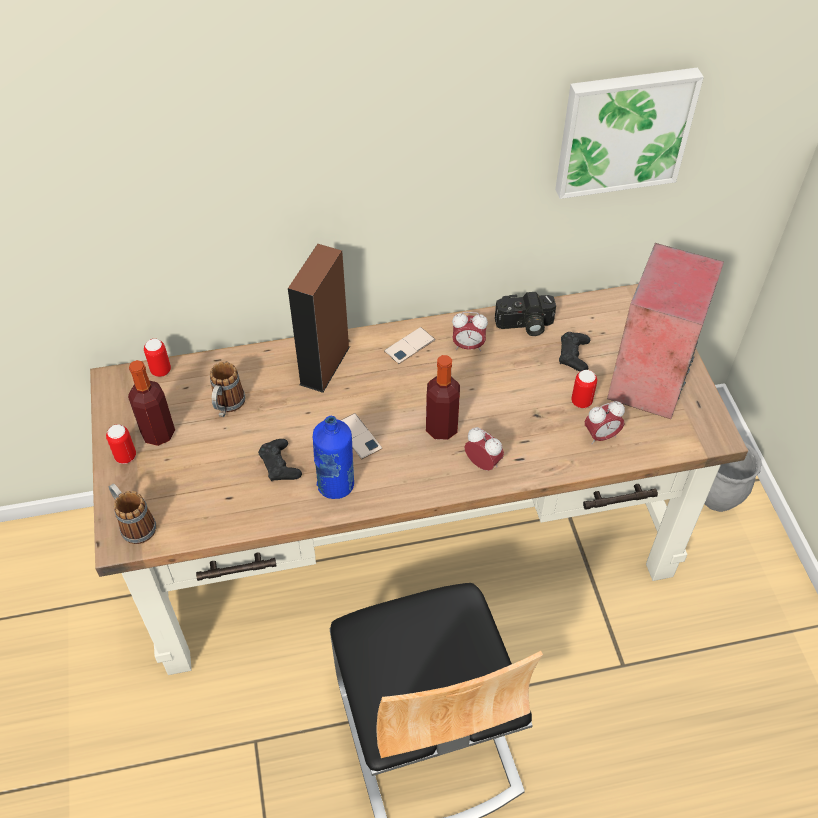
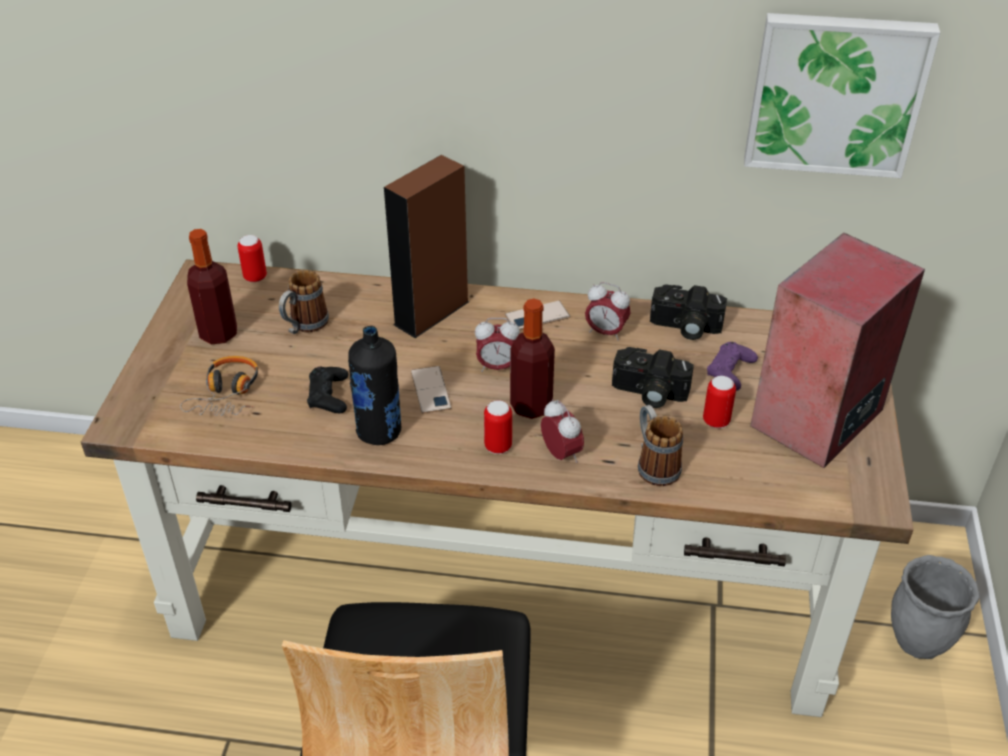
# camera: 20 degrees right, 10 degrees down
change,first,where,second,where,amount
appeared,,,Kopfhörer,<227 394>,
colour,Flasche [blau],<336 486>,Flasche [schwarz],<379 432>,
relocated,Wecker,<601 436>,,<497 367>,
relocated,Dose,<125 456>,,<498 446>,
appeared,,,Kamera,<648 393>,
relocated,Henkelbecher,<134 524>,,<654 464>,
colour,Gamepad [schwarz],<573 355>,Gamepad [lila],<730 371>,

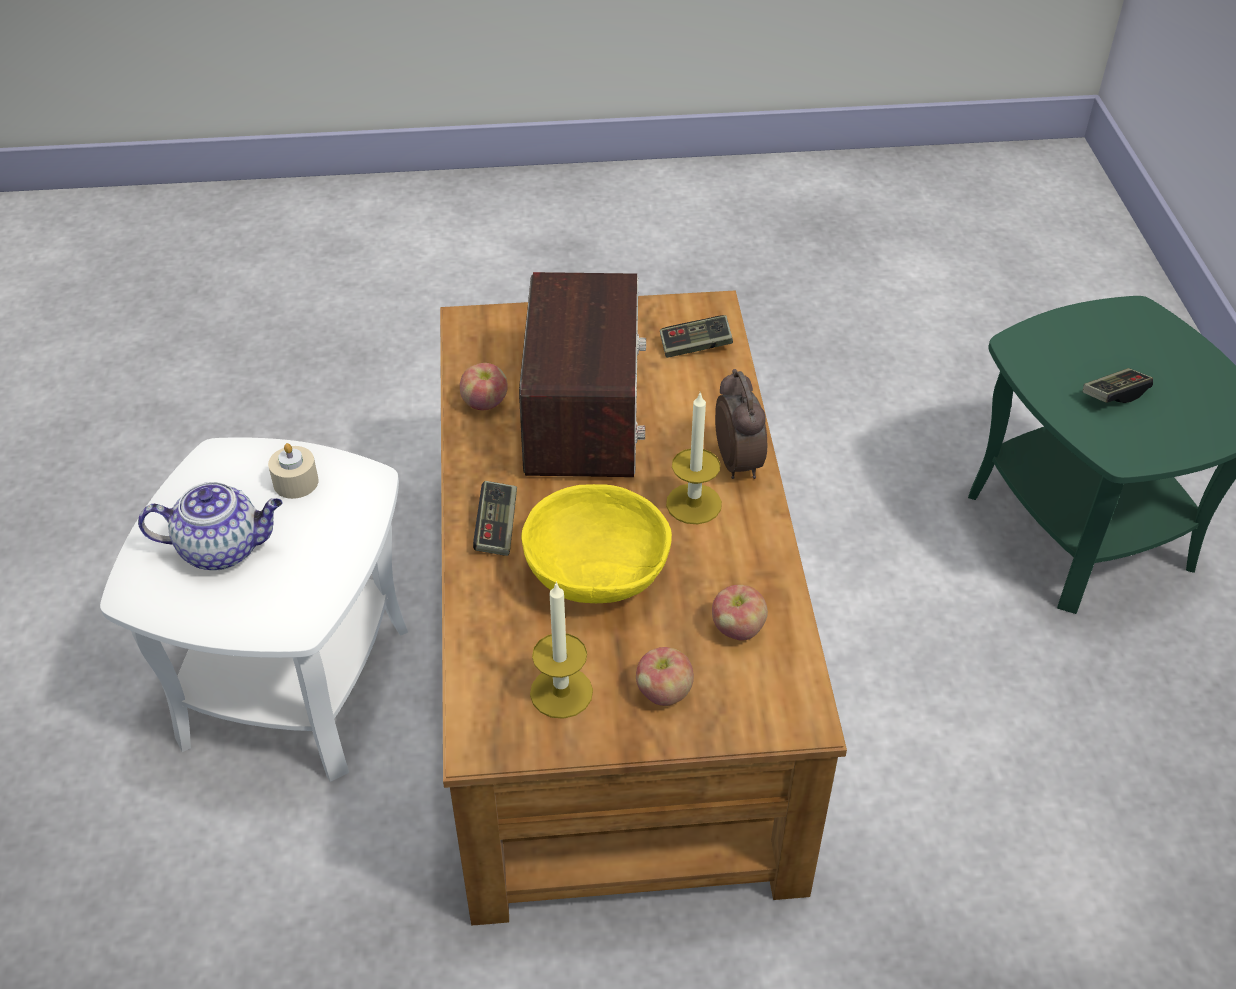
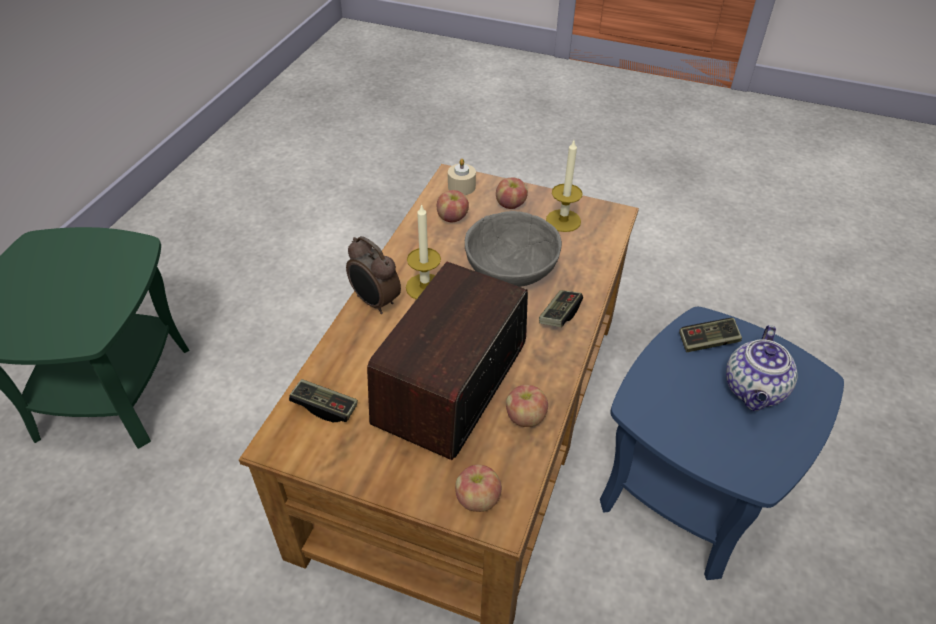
# camera: 155 degrees left, 0 degrees up
change,first,where,second,where,amount
spun,Wecker,<739 462>,,<375 302>,60 degrees counterclockwise
relocated,Kerze [beige],<296 482>,,<461 187>,
appeared,,,Apfel,<477 499>,
colour,Schüssel [gelb],<595 572>,Schüssel [grau],<512 269>,
colour,Beistelltisch [weiß],<294 682>,Beistelltisch [blau],<688 492>,
relocated,Gamepad,<1114 395>,,<707 342>,
spun,Teekanne,<223 548>,,<754 391>,90 degrees counterclockwise

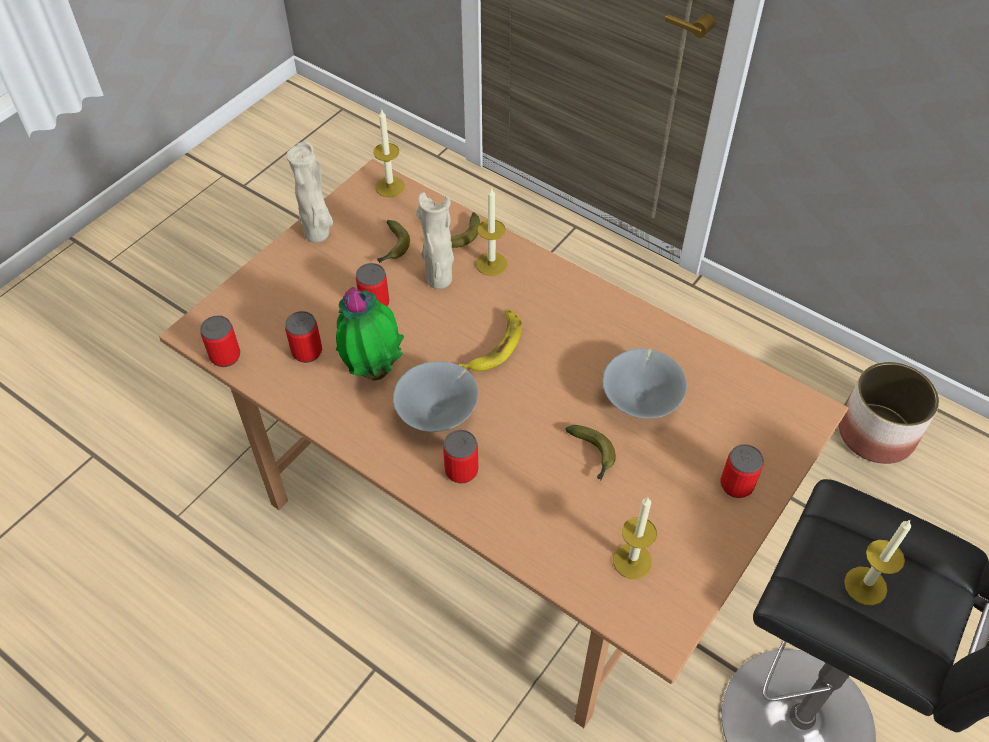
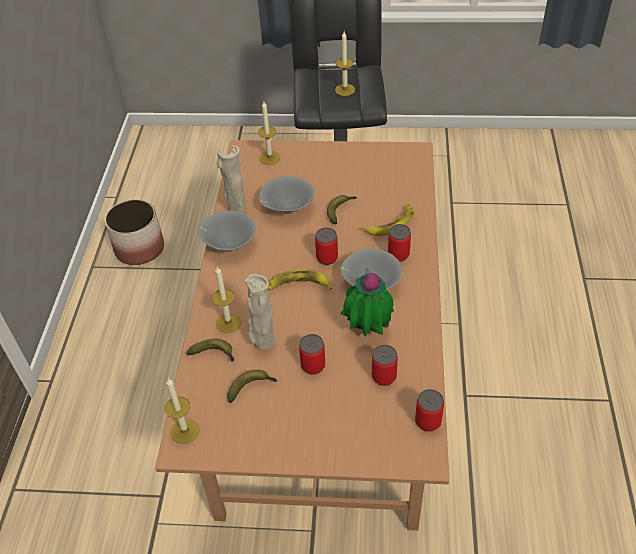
# camera: 120 degrees left, 5 degrees down
change,first,where,second,where,amount
appeared,,,Schüssel [grau],<228 244>,
relocated,Vase [beige],<318 234>,,<237 210>,
relocated,Kerze,<632 561>,,<269 158>,
relocated,Dose,<736 485>,,<327 258>,
appeared,,,Banane,<390 223>,

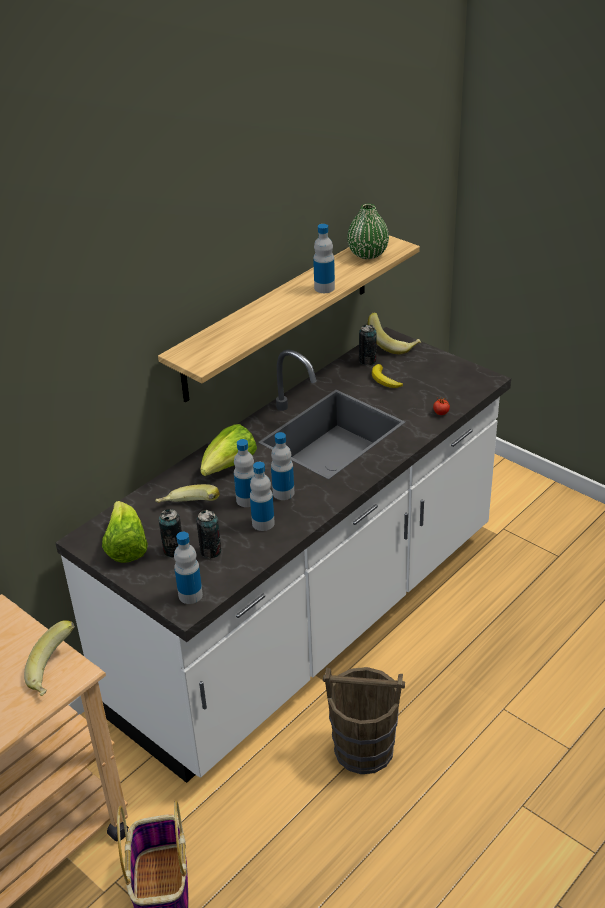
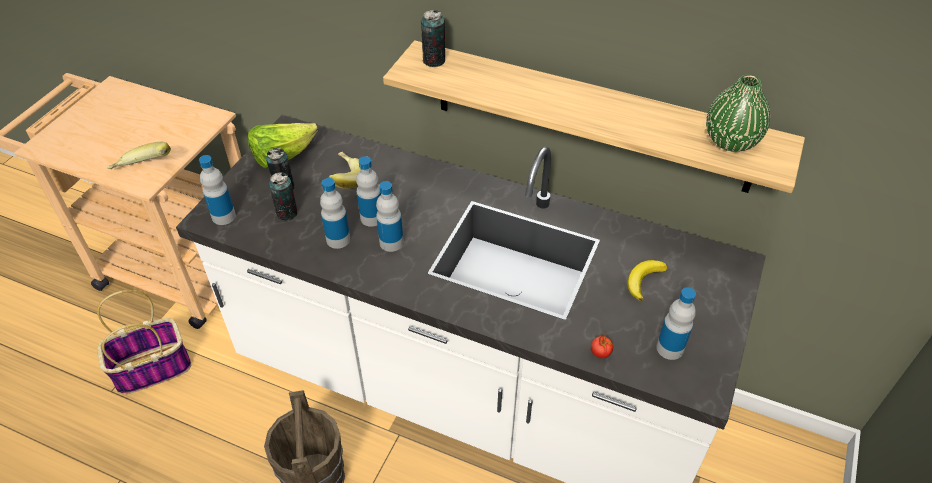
# camera: 70 degrees right, 10 degrees up
change,first,where,second,where,amount
relocated,Dose,<367 361>,,<434 60>,
relocated,Flasche,<324 288>,,<670 348>,
missing,Salatkopf,<229 467>,,,
missing,Banane,<393 345>,,,

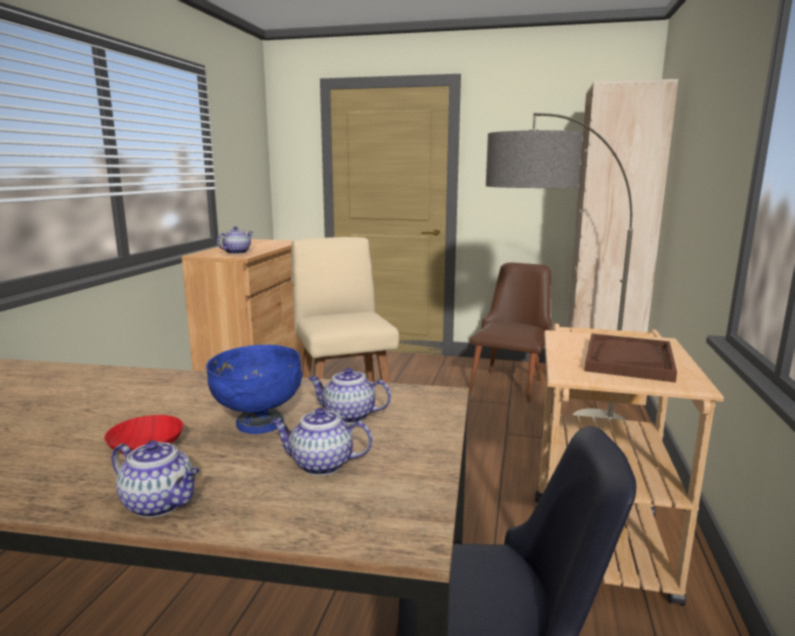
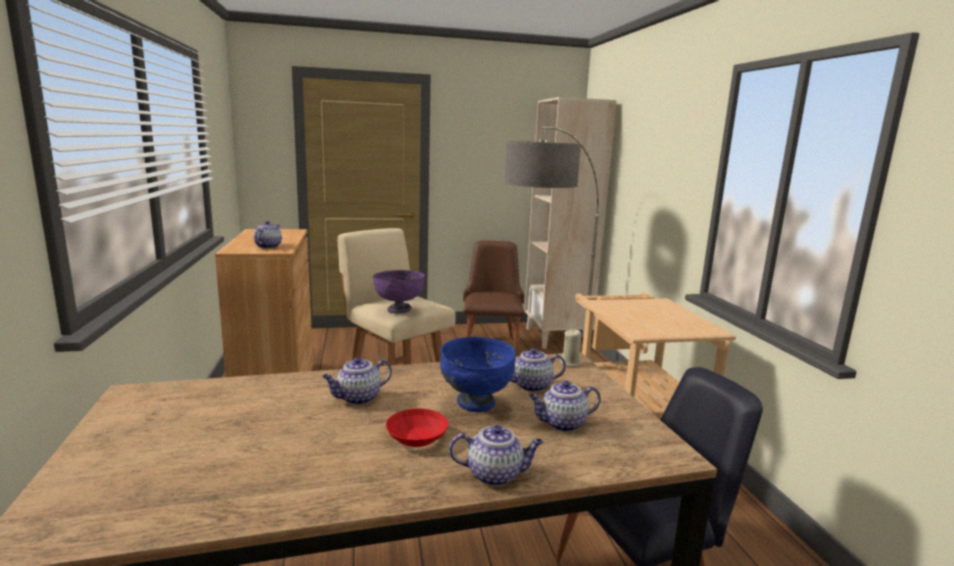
# camera: 25 degrees left, 0 degrees up
change,first,where,second,where,amount
appeared,,,Teekanne,<358 398>,
appeared,,,Schüssel [lila],<399 310>,
appeared,,,Kerze [beige],<570 363>,
missing,Tablett [braun],<628 360>,,,

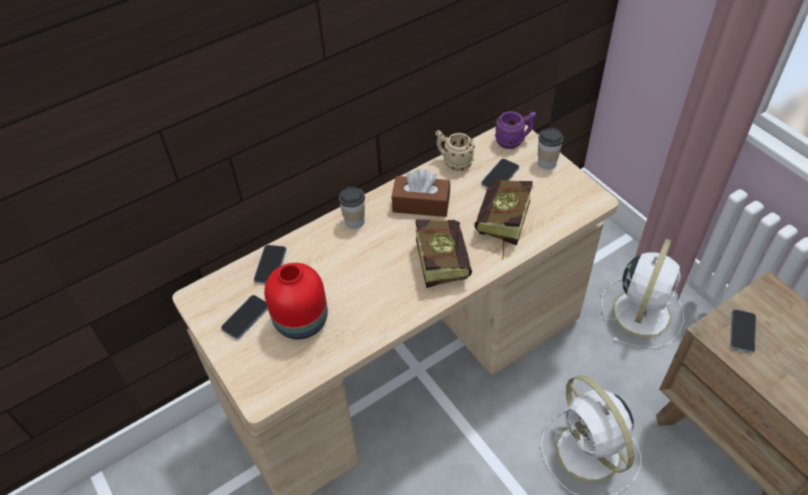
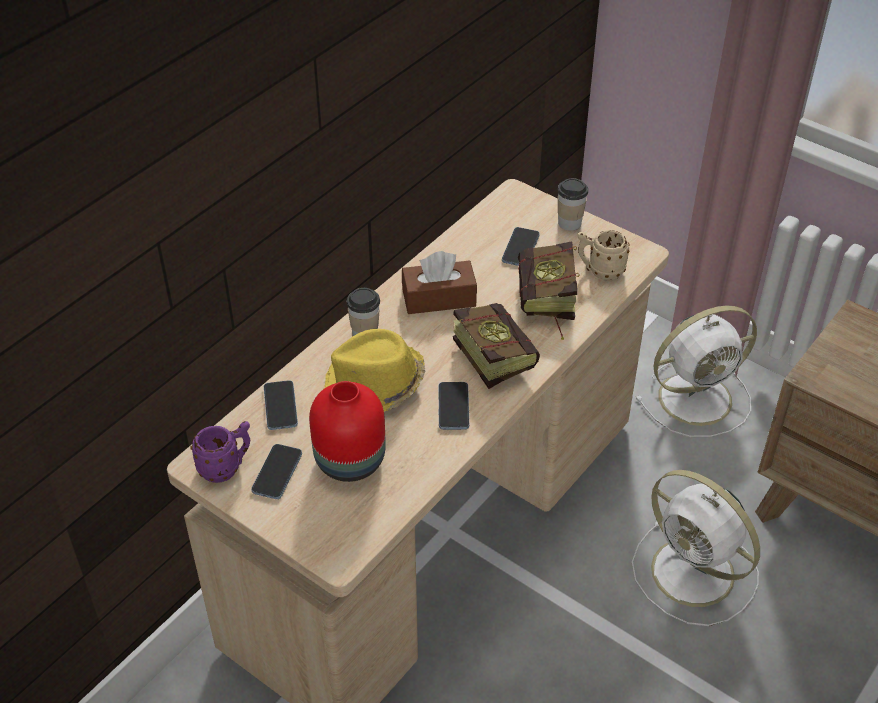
# camera: 20 degrees left, 5 degrees down
change,first,where,second,where,amount
relocated,Henkelbecher [lila],<513 141>,,<226 467>,
appeared,,,Hut [gelb],<375 385>,
relocated,Handy,<742 331>,,<453 407>,
relocated,Henkelbecher [beige],<453 162>,,<600 270>,
spun,Ventilator [weiß],<641 311>,,<698 397>,60 degrees clockwise

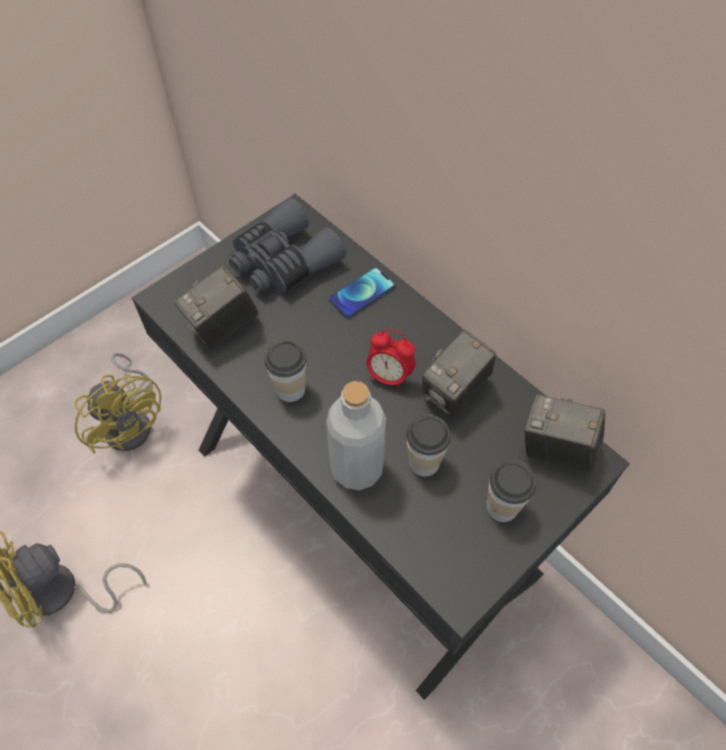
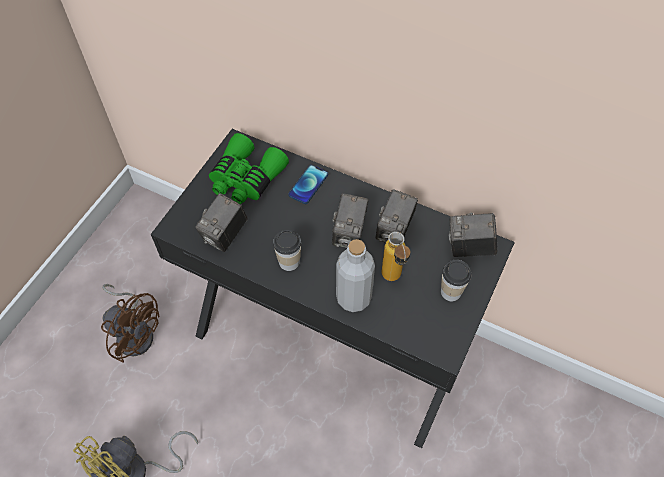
# camera: 20 degrees left, 0 degrees up
change,first,where,second,where,amount
colour,Ventilator [gelb],<132 422>,Ventilator [braun],<135 332>,
colour,Fernglas [grau],<283 262>,Fernglas [grün],<246 178>,
exchanged,Wecker,<389 376>,Kamera,<349 234>,
exchanged,Tasse,<424 461>,Flasche,<393 280>,

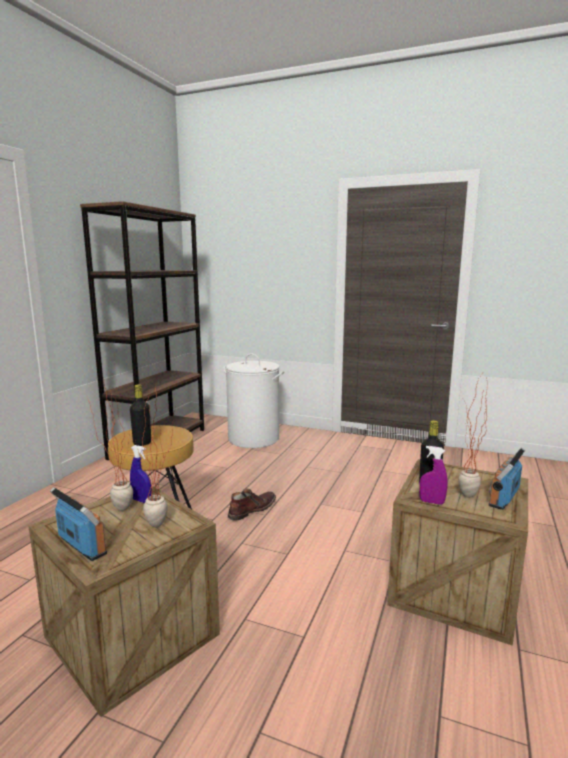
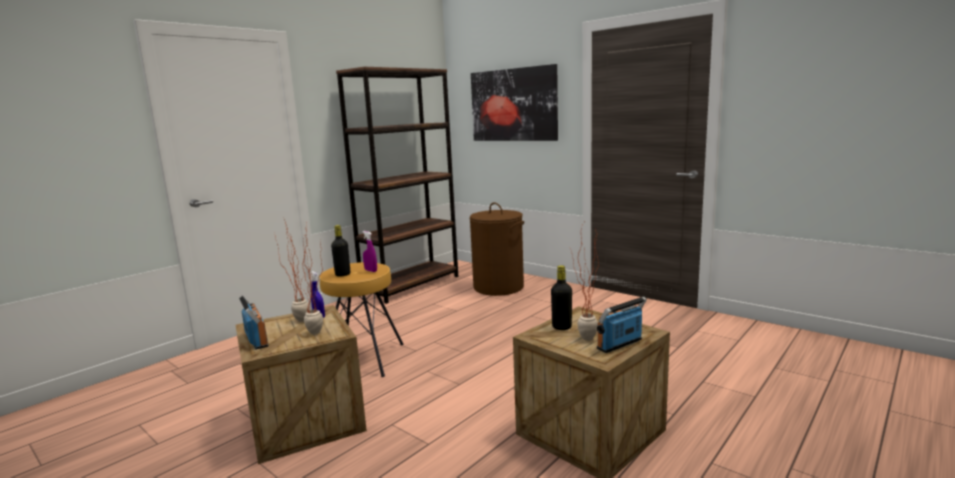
# camera: 20 degrees right, 0 degrees up
change,first,where,second,where,amount
relocated,Sprühflasche [lila],<431 502>,,<370 271>,
colour,Wäschekorb [weiß],<254 438>,Wäschekorb [braun],<499 287>,
appeared,,,Bild,<513 105>,
missing,Stiefel [braun],<251 509>,,,

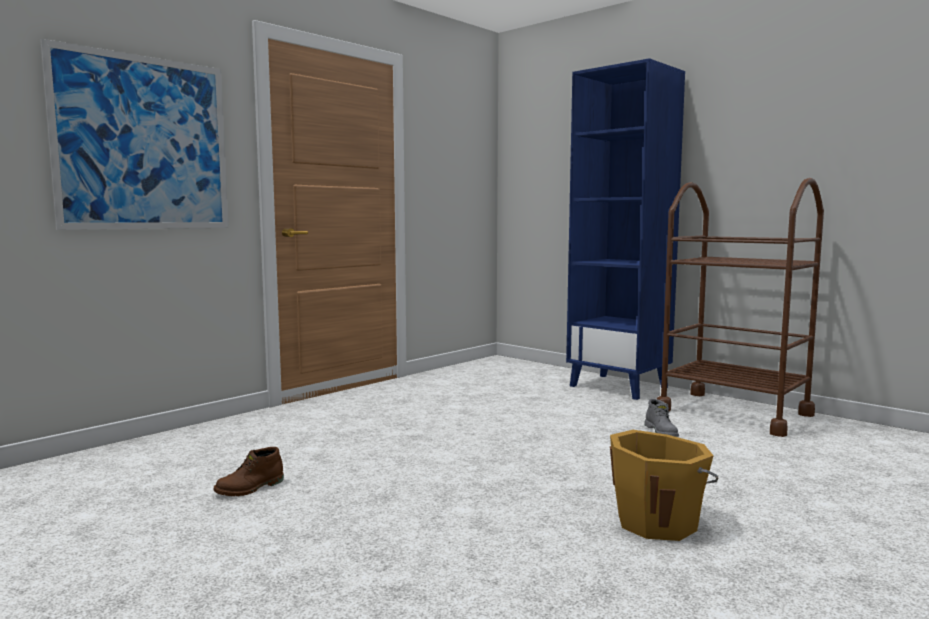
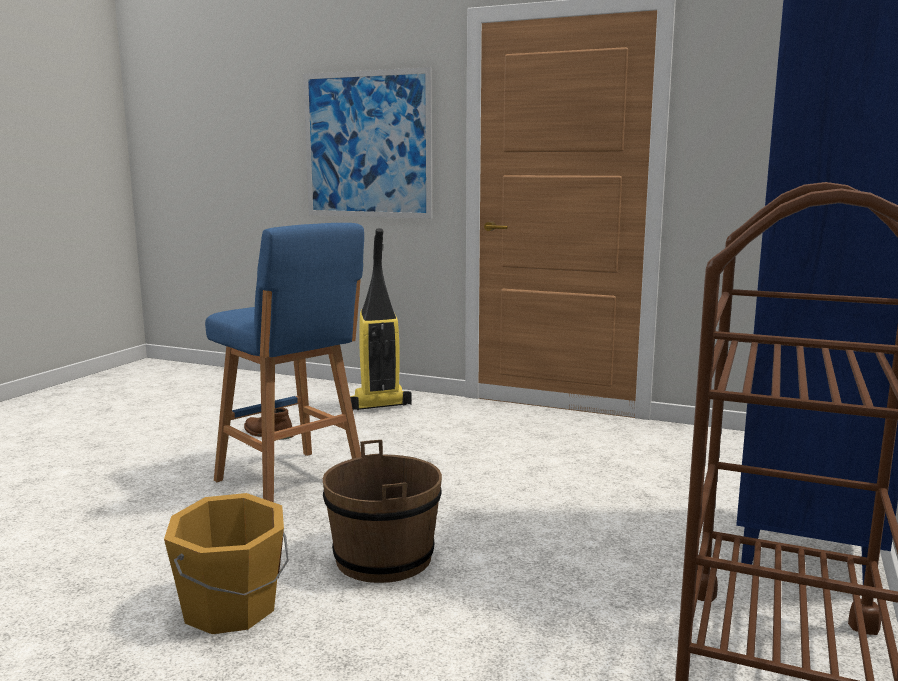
# camera: 70 degrees right, 5 degrees up
change,first,where,second,where,amount
appeared,,,Hocker [blau],<292 482>,
appeared,,,Eimer [braun],<384 558>,
appeared,,,Staubsauger,<376 406>,
missing,Stiefel [grau],<662 432>,,,

